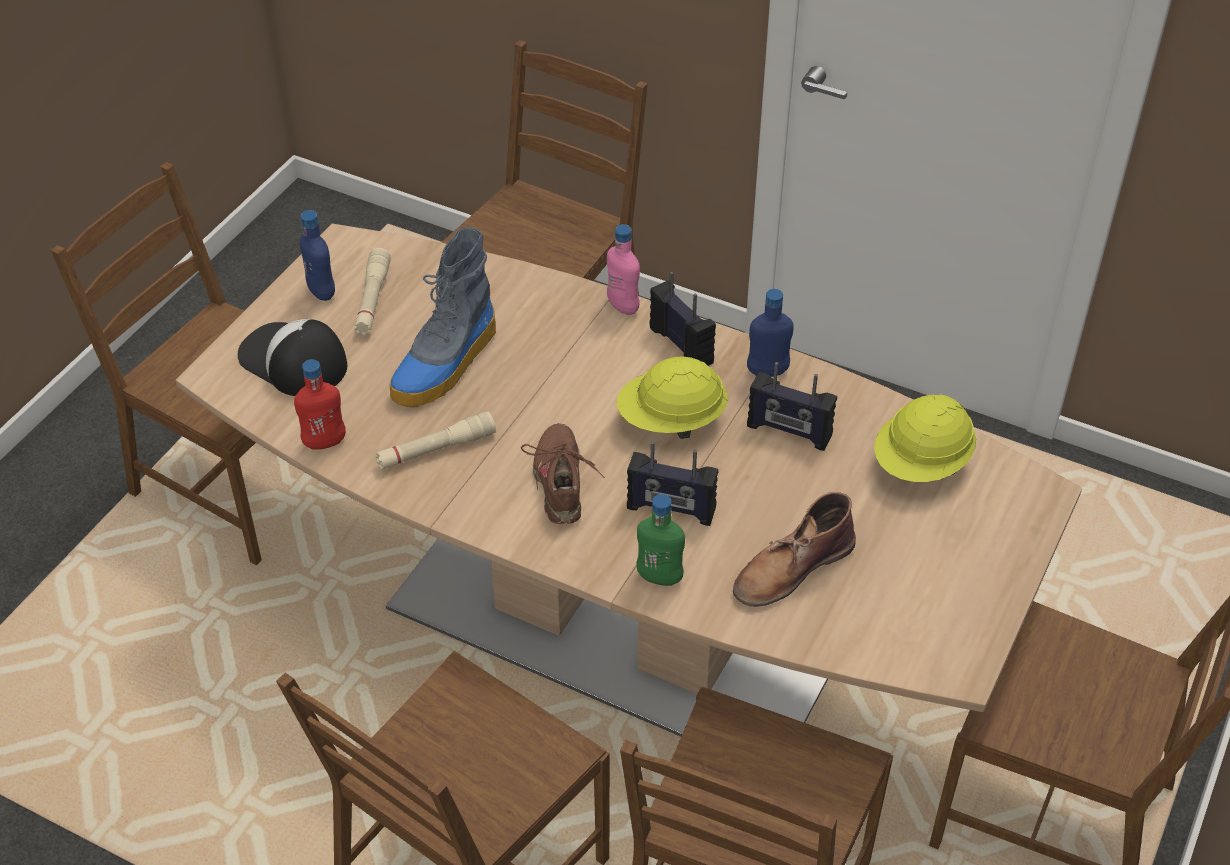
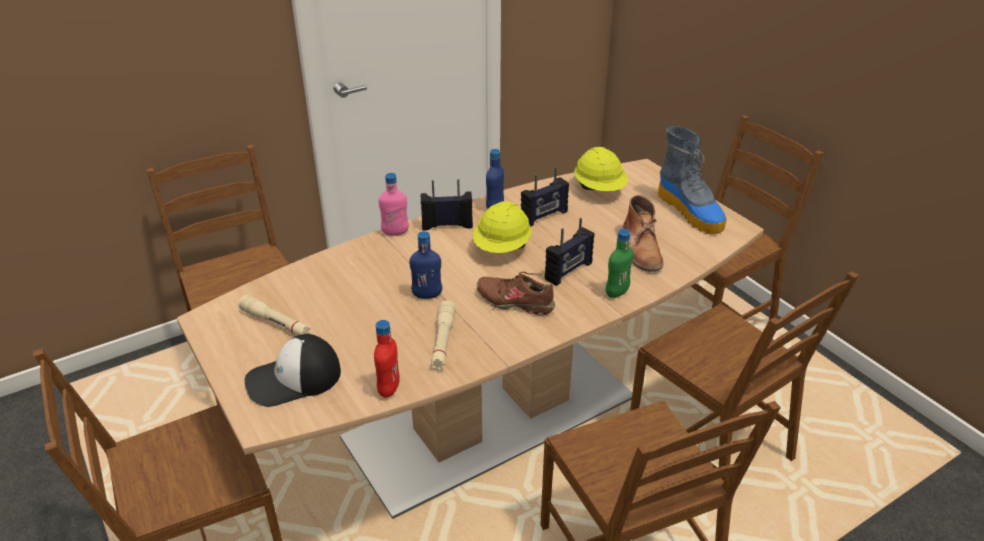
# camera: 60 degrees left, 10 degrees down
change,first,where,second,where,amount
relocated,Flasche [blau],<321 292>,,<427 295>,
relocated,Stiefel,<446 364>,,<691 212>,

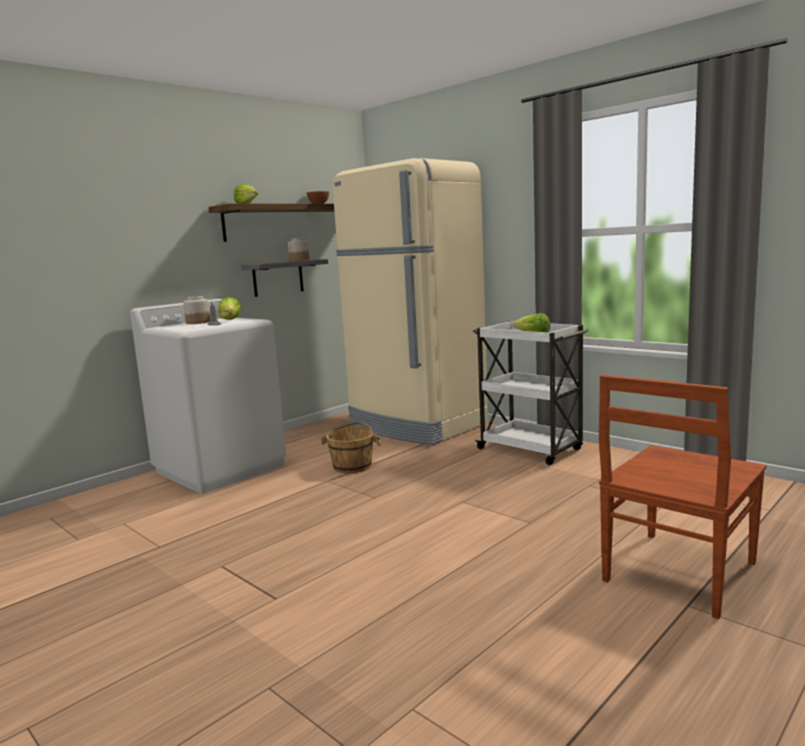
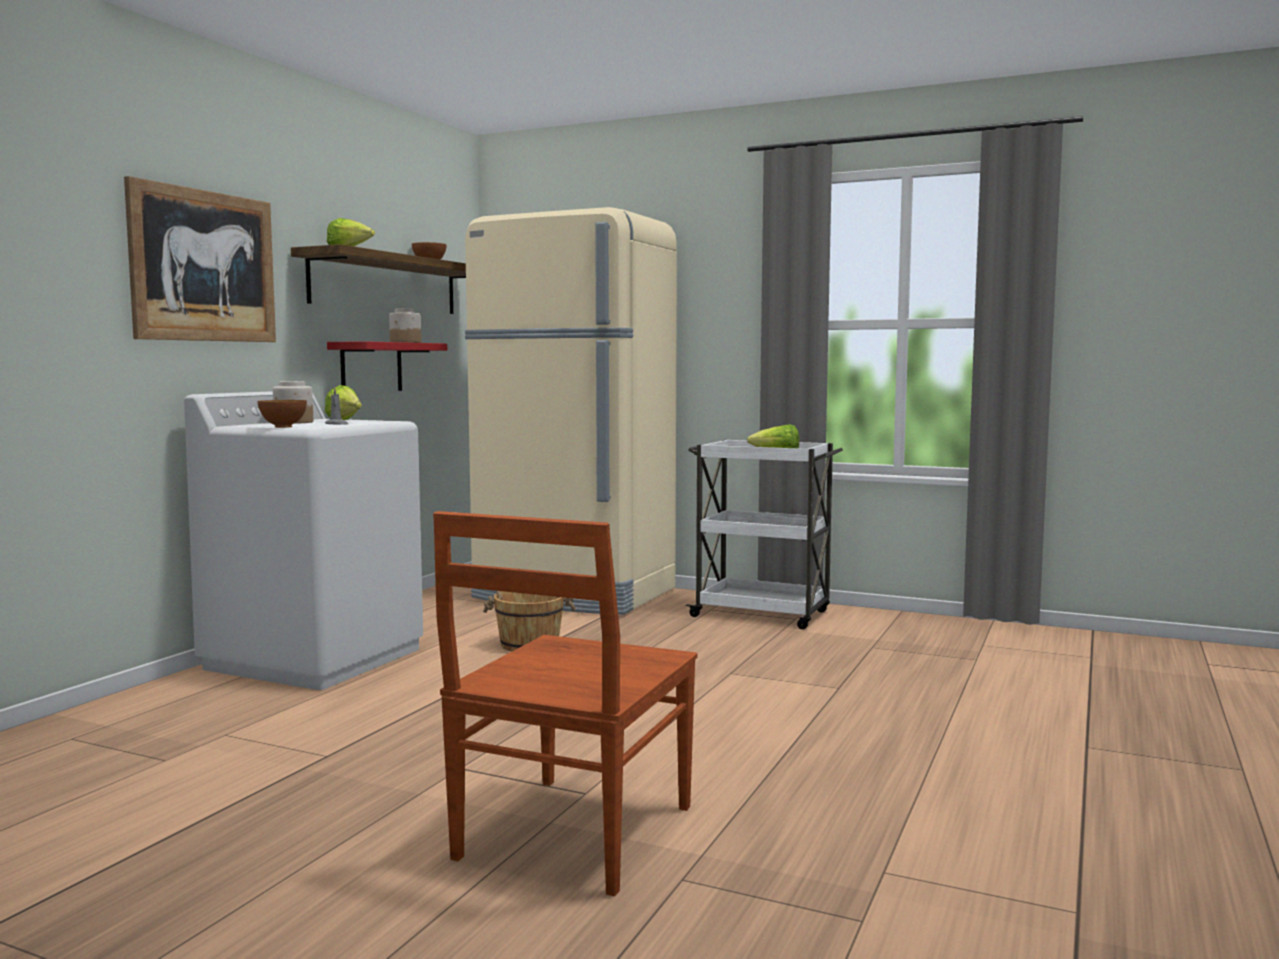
# camera: 20 degrees left, 5 degrees down
change,first,where,second,where,amount
appeared,,,Bild,<204 266>,
appeared,,,Schüssel,<283 427>,
colour,Wandregal [grau],<278 278>,Wandregal [rot],<371 367>,
relocated,Stuhl [braun],<677 573>,,<572 835>,

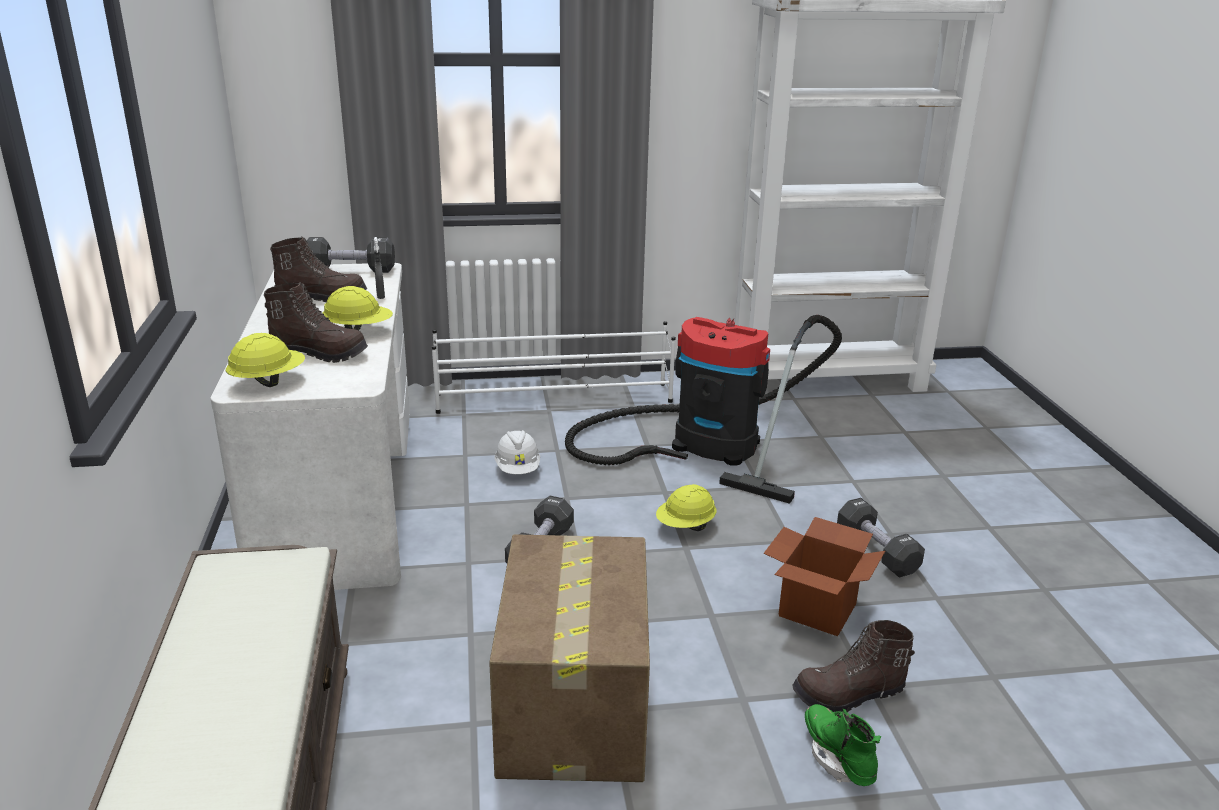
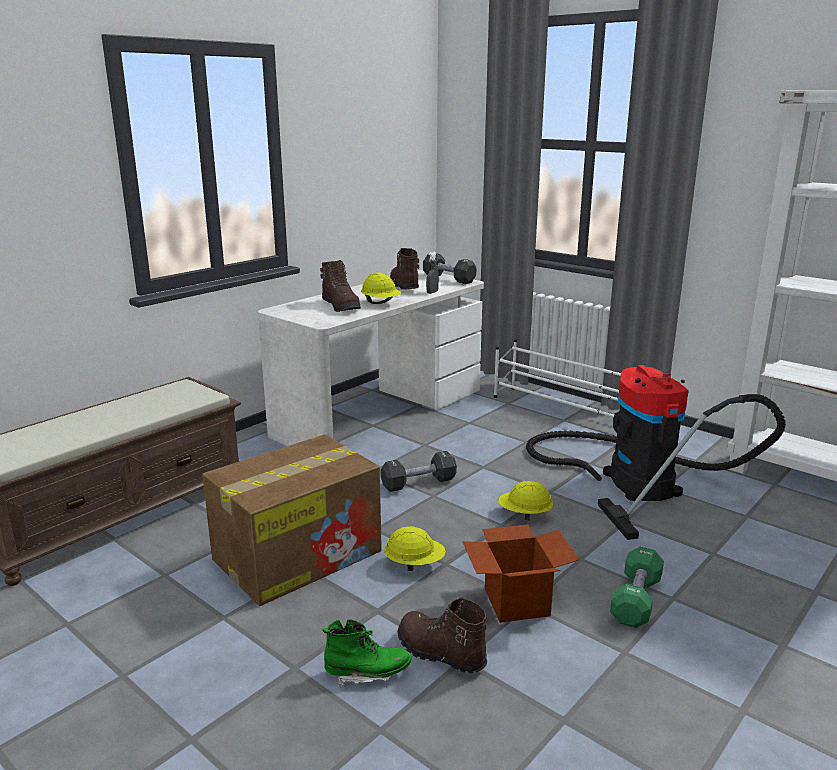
# camera: 50 degrees right, 5 degrees down
change,first,where,second,where,amount
spun,Stiefel [grün],<838 757>,,<367 673>,60 degrees clockwise
relocated,Schutzhelm [gelb],<268 382>,,<414 564>,
spun,Stiefel [braun],<322 298>,,<403 286>,150 degrees counterclockwise
colour,Hantel [schwarz],<876 551>,Hantel [grün],<636 600>,
missing,Schutzhelm [weiß],<518 469>,,,

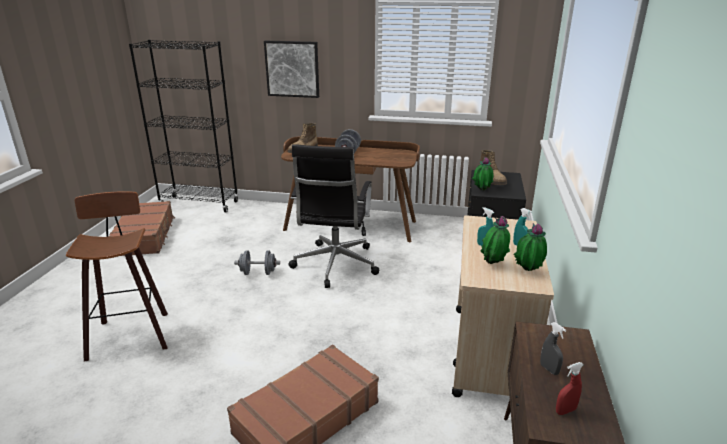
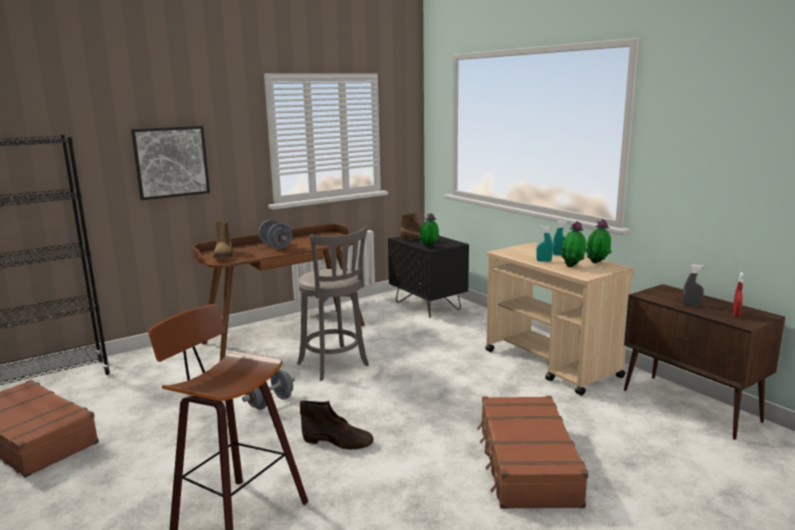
# camera: 45 degrees left, 10 degrees down
change,first,where,second,where,amount
exchanged,Bürostuhl [schwarz],<335 265>,Hocker [grau],<335 366>,
appeared,,,Stiefel [braun],<338 442>,

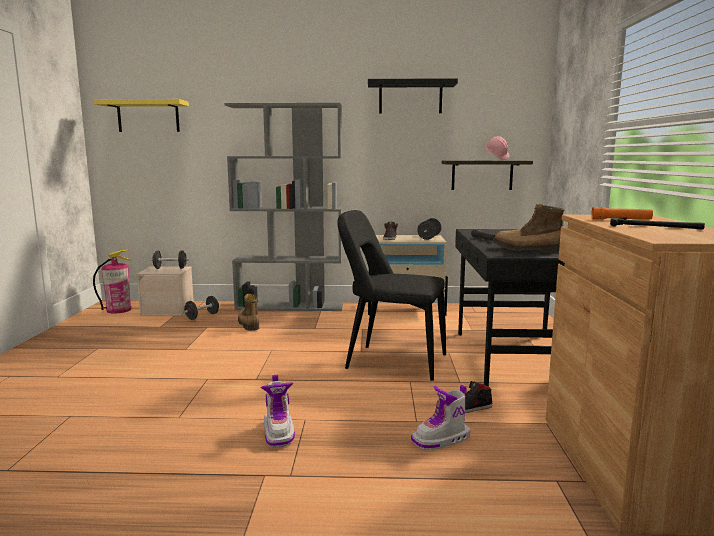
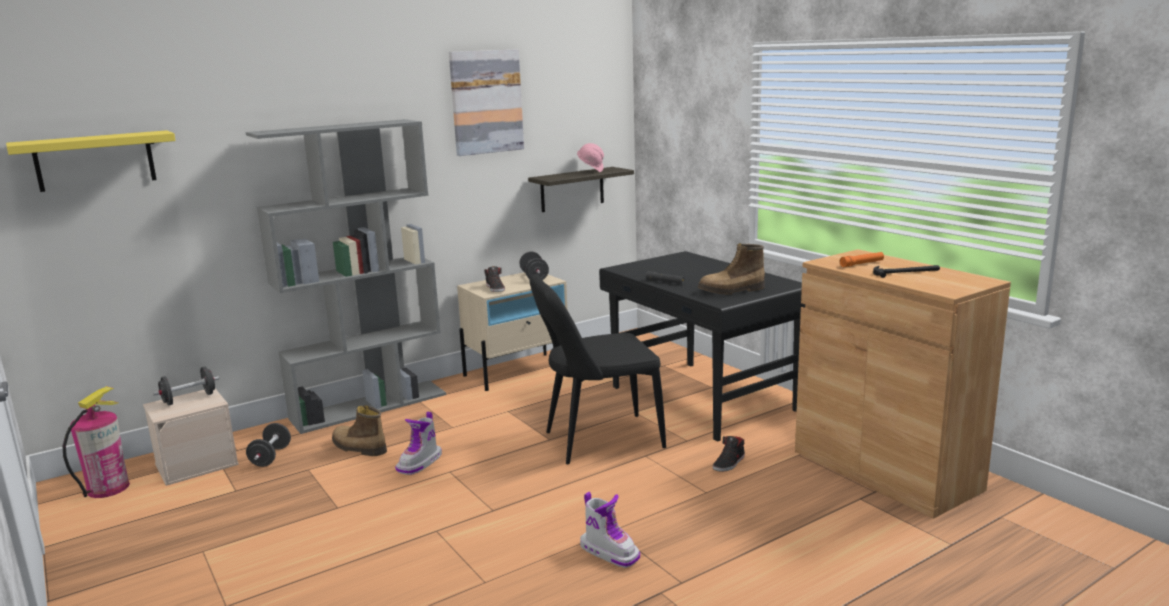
# camera: 35 degrees left, 5 degrees up
change,first,where,second,where,amount
relocated,Stiefel,<442 439>,,<420 463>,
exchanged,Wandregal [schwarz],<410 97>,Bild,<486 102>,

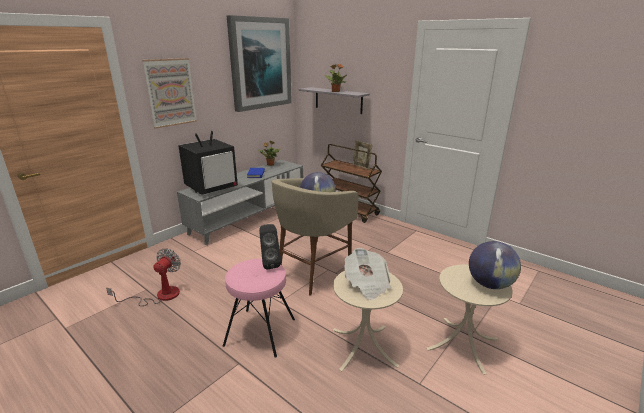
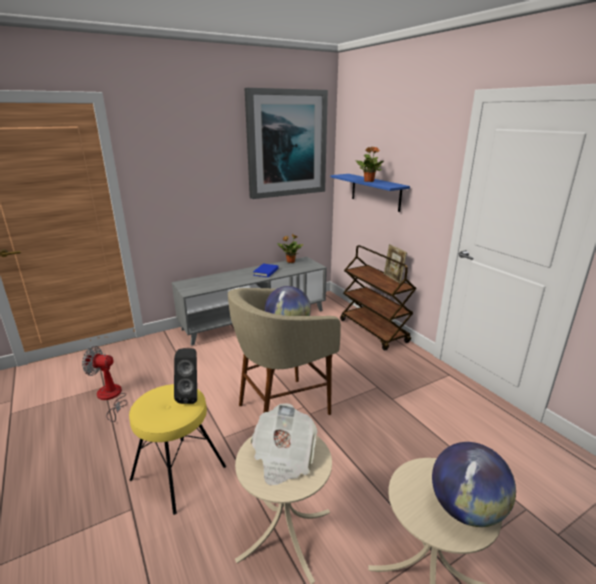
# camera: 20 degrees right, 0 degrees up
change,first,where,second,where,amount
spun,Ventilator,<159 296>,,<111 397>,120 degrees counterclockwise
colour,Hocker [rosa],<260 332>,Hocker [gelb],<179 473>,
colour,Wandregal [grau],<338 100>,Wandregal [blau],<375 192>,
missing,Bild,<170 92>,,,
missing,Fernseher,<212 187>,,,

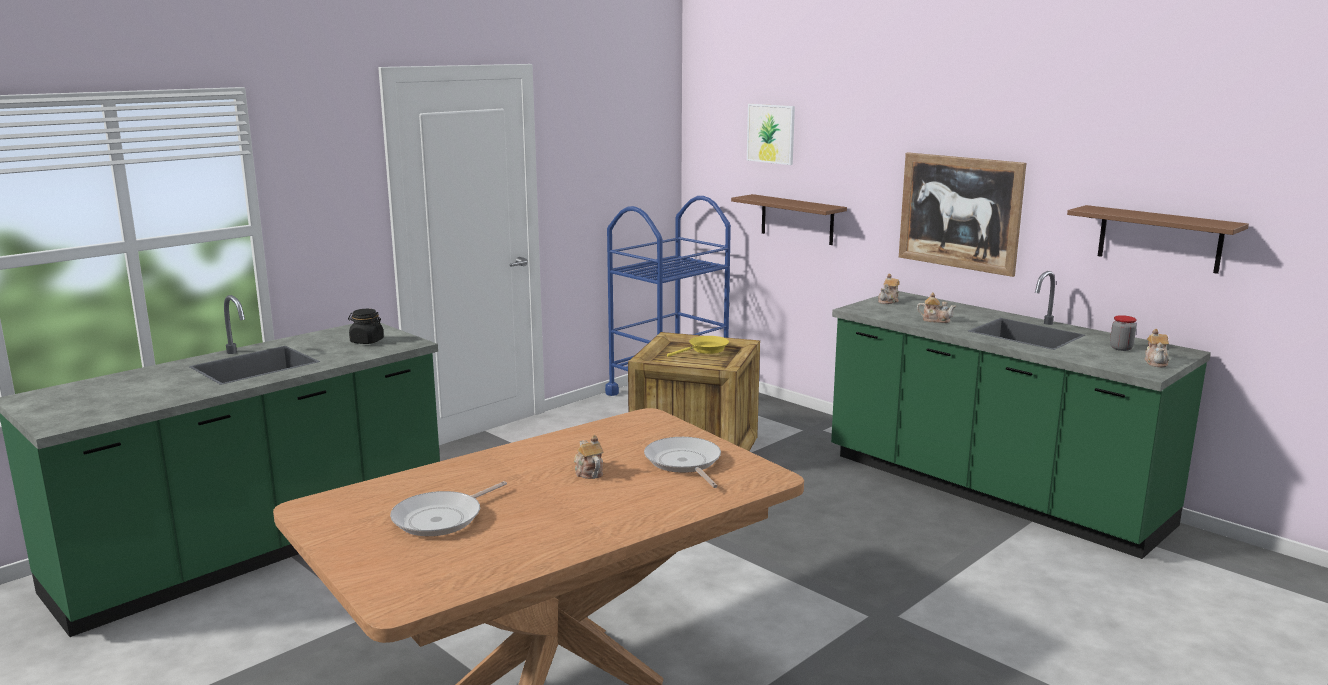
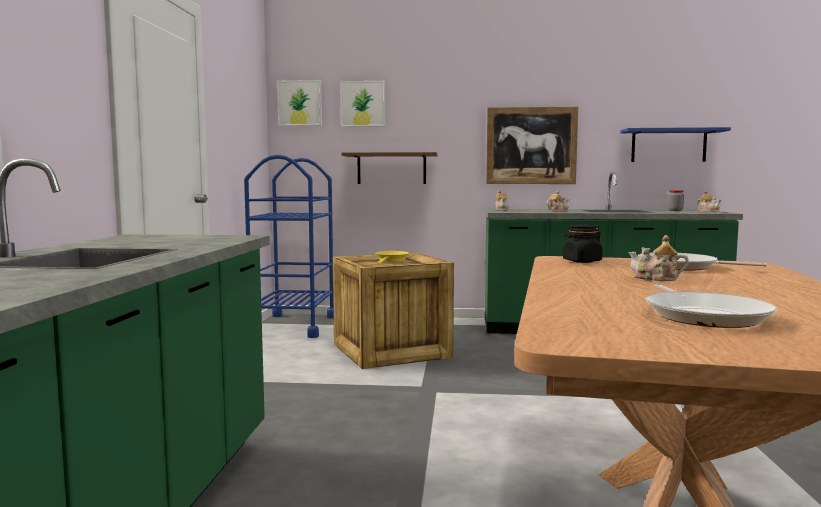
# camera: 40 degrees left, 10 degrees down
change,first,where,second,where,amount
appeared,,,Bild,<299 103>,
relocated,Vorratsglas [schwarz],<366 341>,,<582 261>,
colour,Wandregal [braun],<1159 239>,Wandregal [blau],<668 145>,

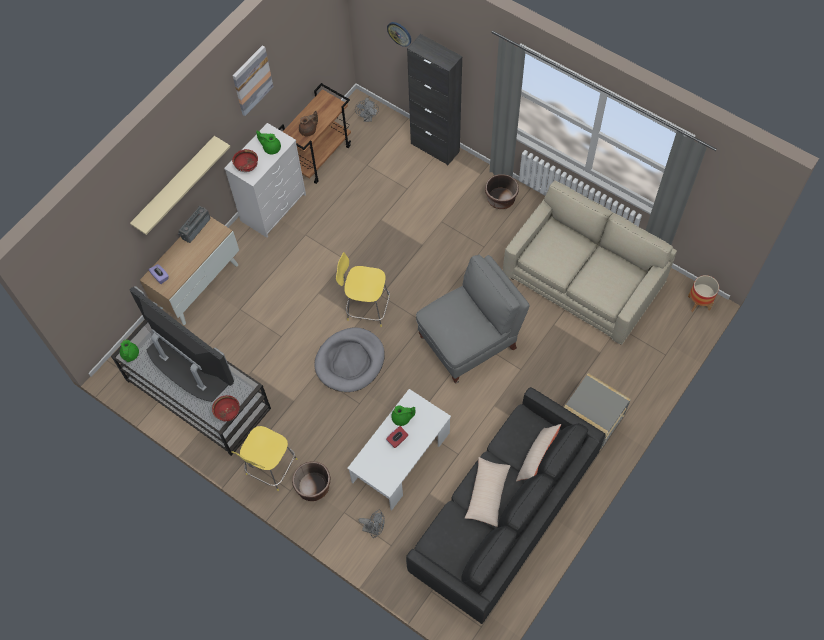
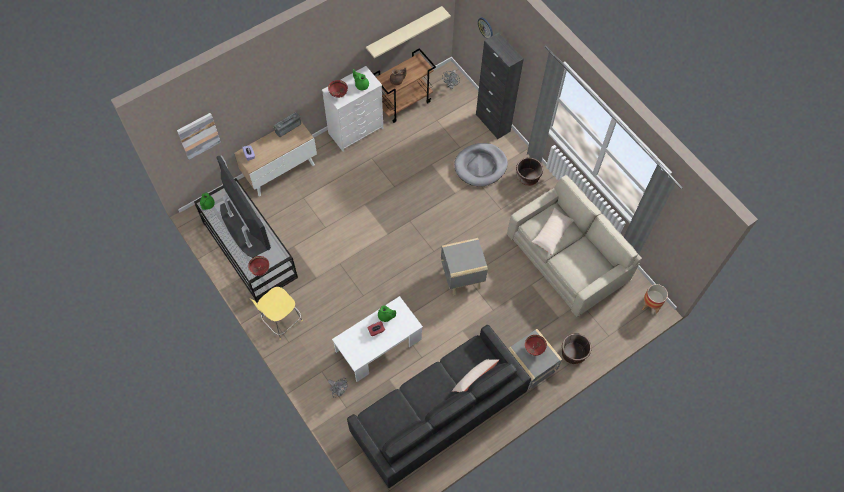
# camera: 15 degrees right, 0 degrees up
change,first,where,second,where,amount
relocated,Bild,<252 80>,,<198 135>,
relocated,Wandregal [beige],<175 185>,,<404 32>,
exchanged,Sessel [grau],<469 342>,Beistelltisch [grau],<462 277>,
relocated,Hundebett [grau],<350 361>,,<480 166>,
appeared,,,Schüssel [rot],<534 349>,
relocated,Kissen [beige],<487 494>,,<552 233>,
relocated,Pflanzkübel [braun],<313 487>,,<573 353>,
missing,Hocker [gelb],<366 307>,,,

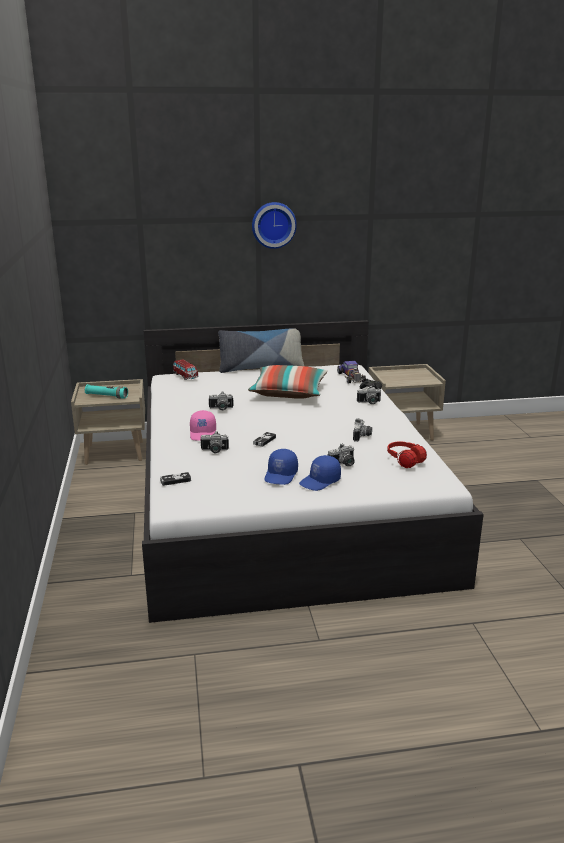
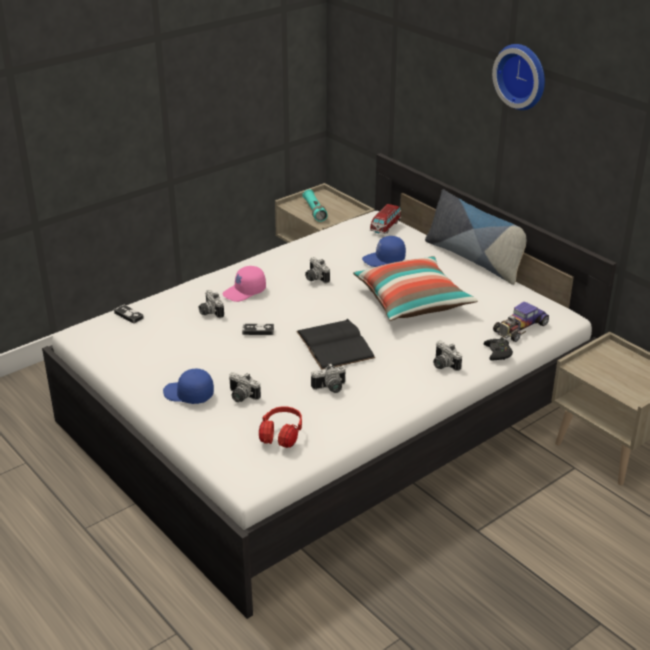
# camera: 60 degrees right, 10 degrees up
change,first,where,second,where,amount
appeared,,,Buch [schwarz],<335 344>,
relocated,Kappe [blau],<281 475>,,<384 260>,

